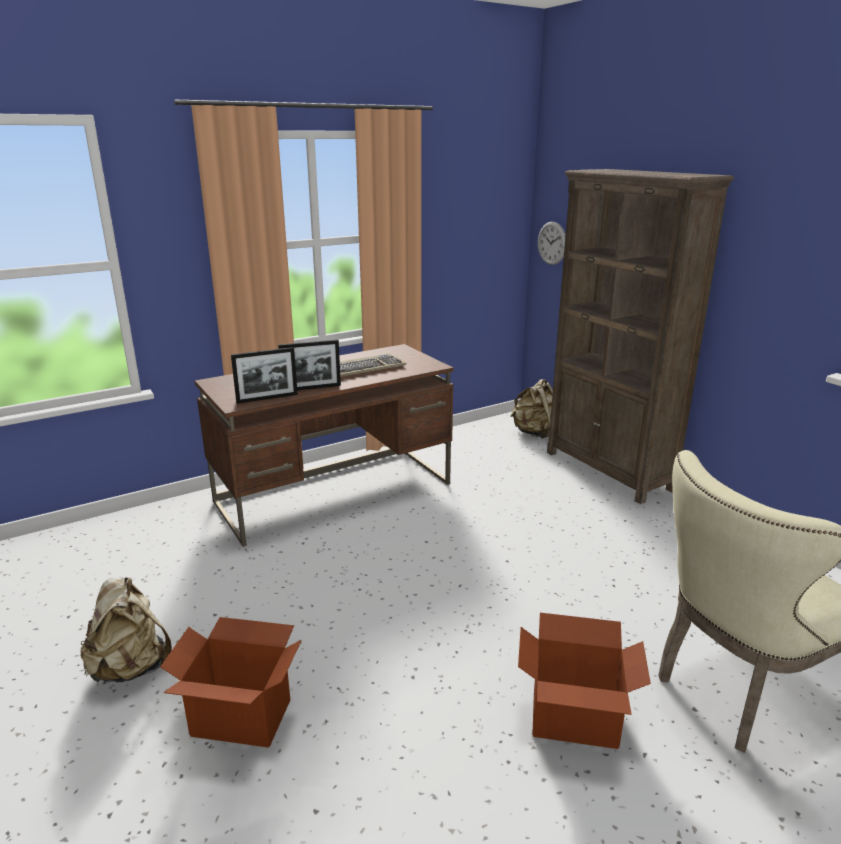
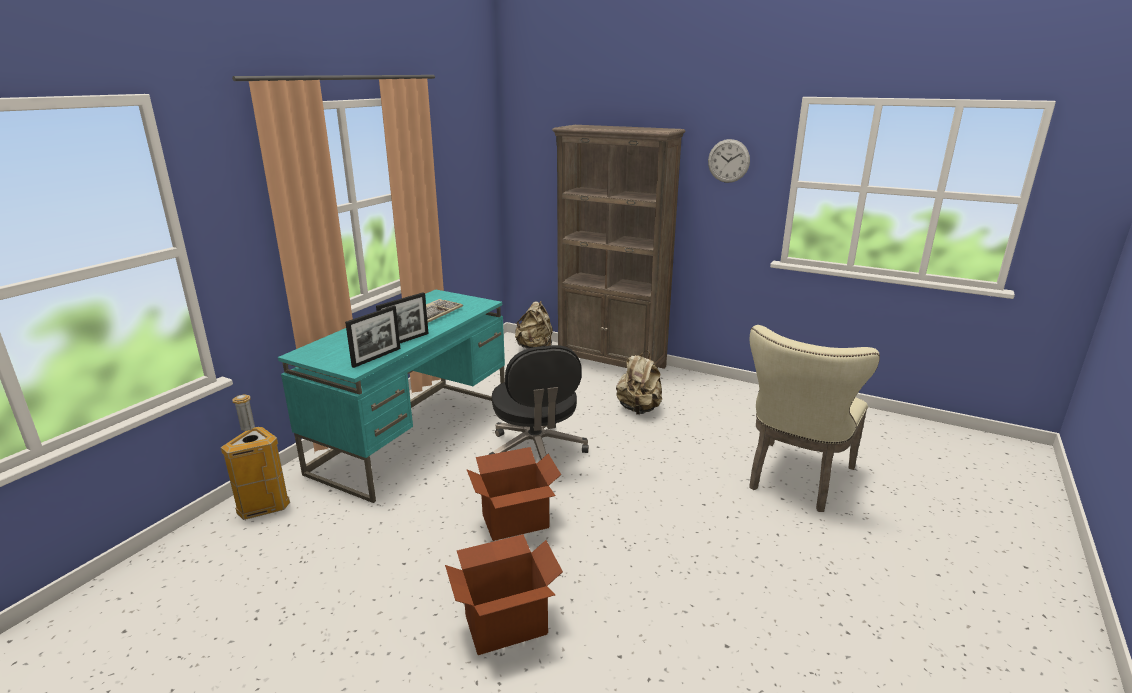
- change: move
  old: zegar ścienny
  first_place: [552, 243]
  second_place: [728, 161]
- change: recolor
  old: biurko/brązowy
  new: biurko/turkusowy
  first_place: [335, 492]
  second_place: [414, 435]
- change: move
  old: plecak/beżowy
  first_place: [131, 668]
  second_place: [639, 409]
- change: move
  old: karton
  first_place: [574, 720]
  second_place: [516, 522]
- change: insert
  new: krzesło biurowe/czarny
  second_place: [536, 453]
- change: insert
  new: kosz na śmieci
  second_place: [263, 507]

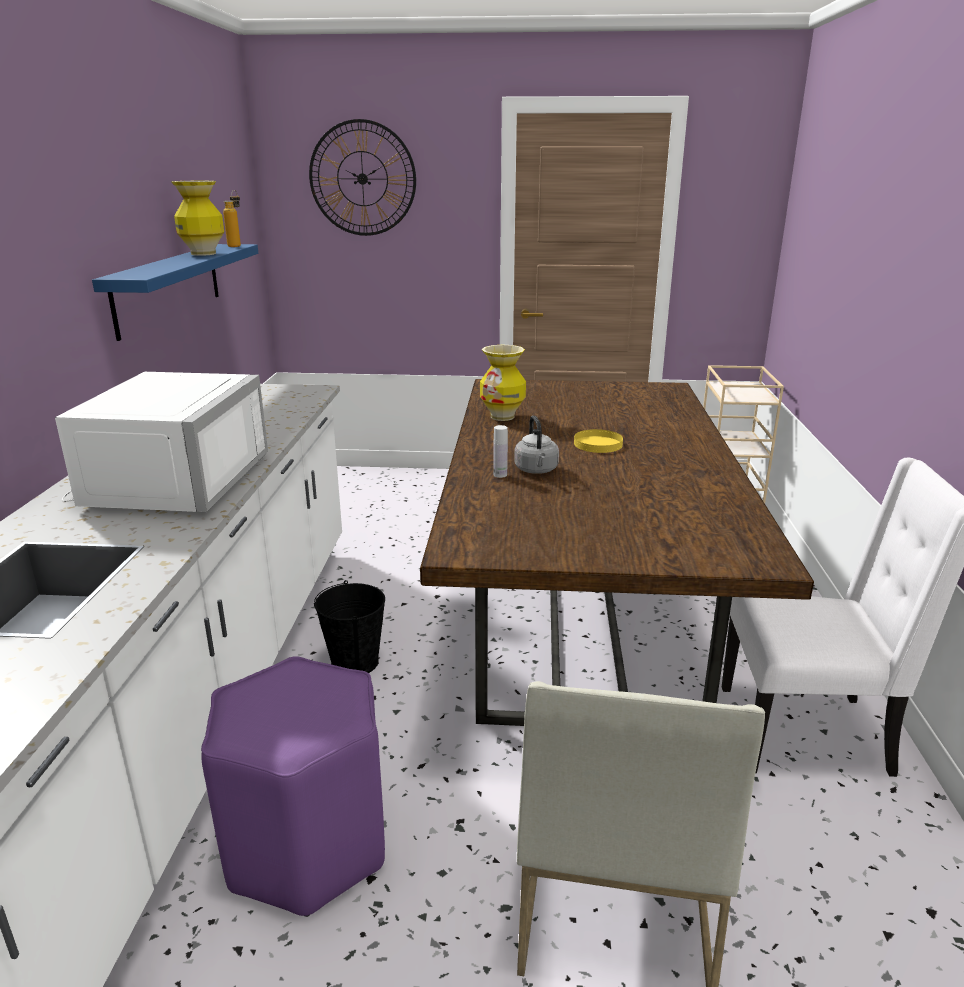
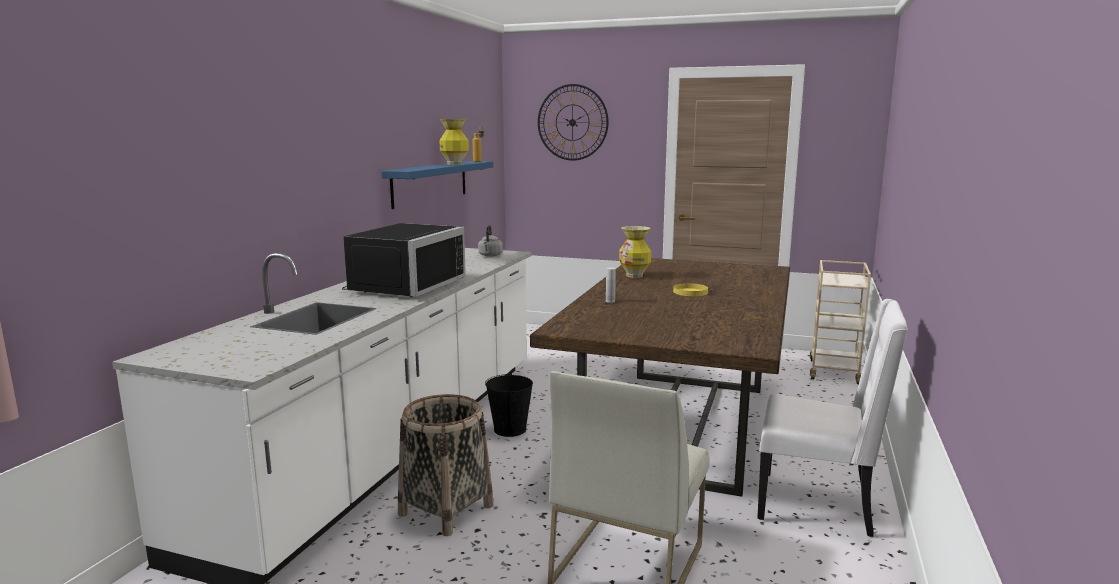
- change: recolor
  old: mikrofalówka/biały
  new: mikrofalówka/czarny
  first_place: [167, 481]
  second_place: [402, 285]
- change: move
  old: czajnik/szary
  first_place: [536, 470]
  second_place: [490, 255]
- change: replace
  old: stołek/fioletowy
  new: koszyk
  first_place: [309, 844]
  second_place: [446, 509]

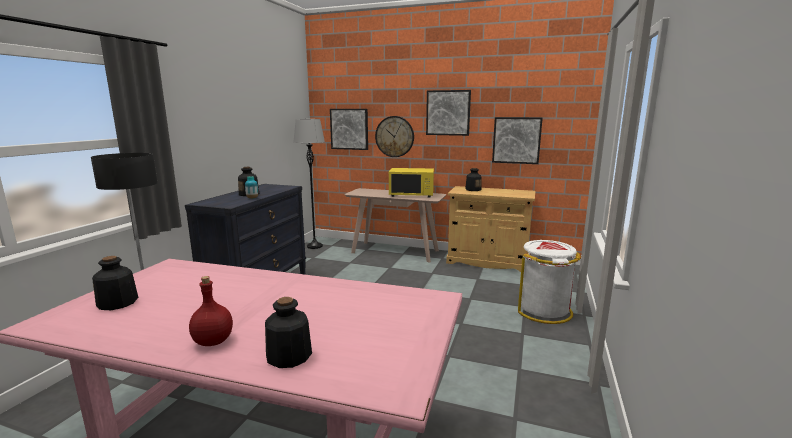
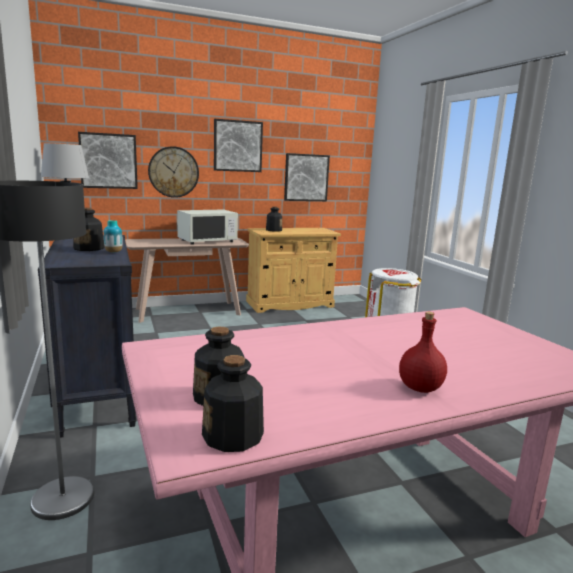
- change: recolor
  old: mikrofalówka/żółty
  new: mikrofalówka/biały
  first_place: [411, 194]
  second_place: [207, 241]
- change: move
  old: butelka
  first_place: [289, 356]
  second_place: [233, 436]

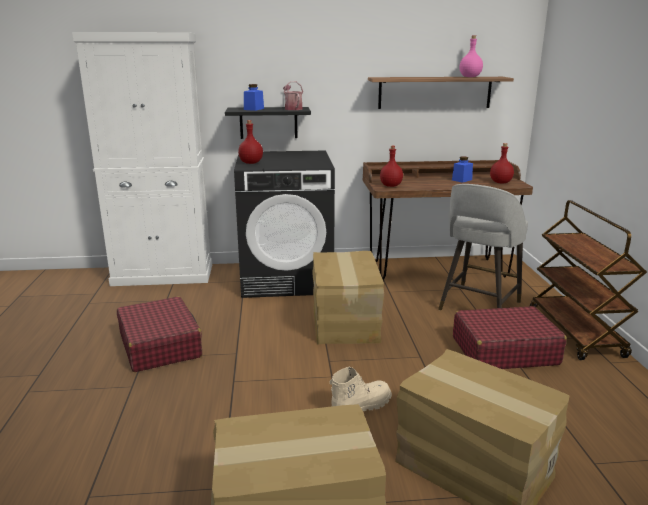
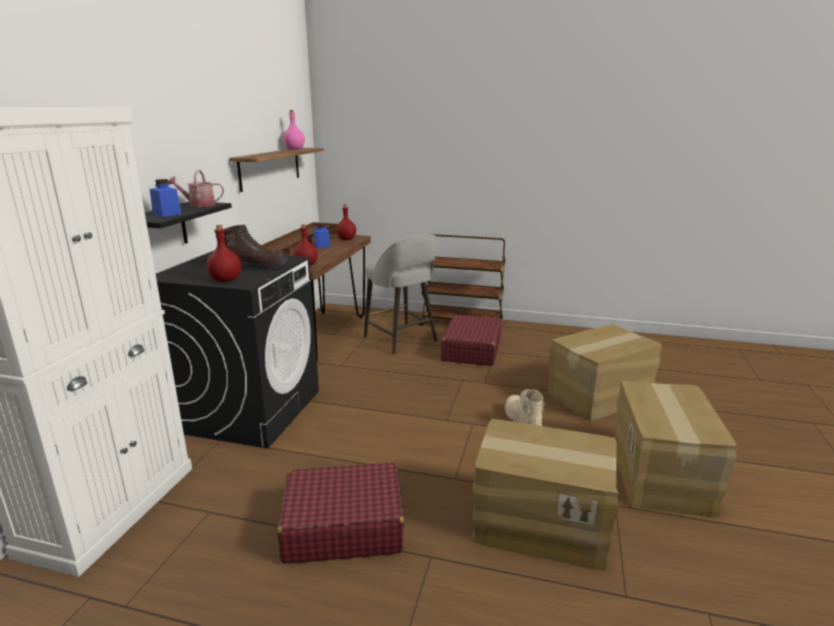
- change: move
  old: karton
  first_place: [346, 322]
  second_place: [541, 523]
- change: insert
  new: but z cholewką/brązowy
  second_place: [256, 267]

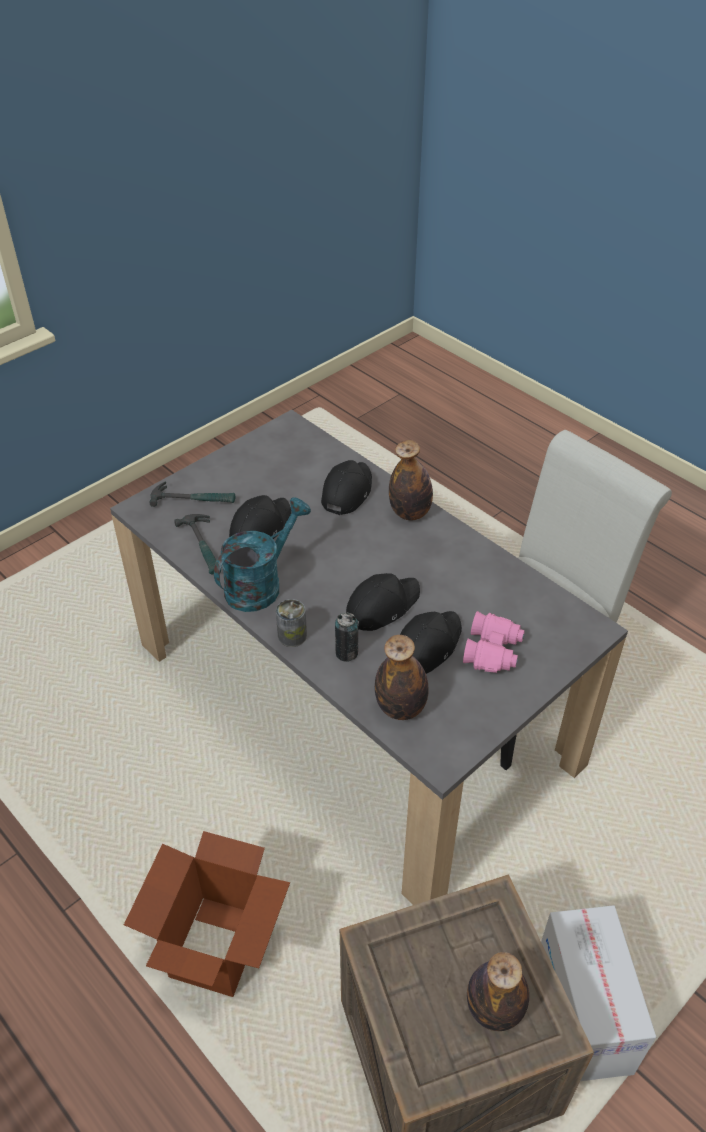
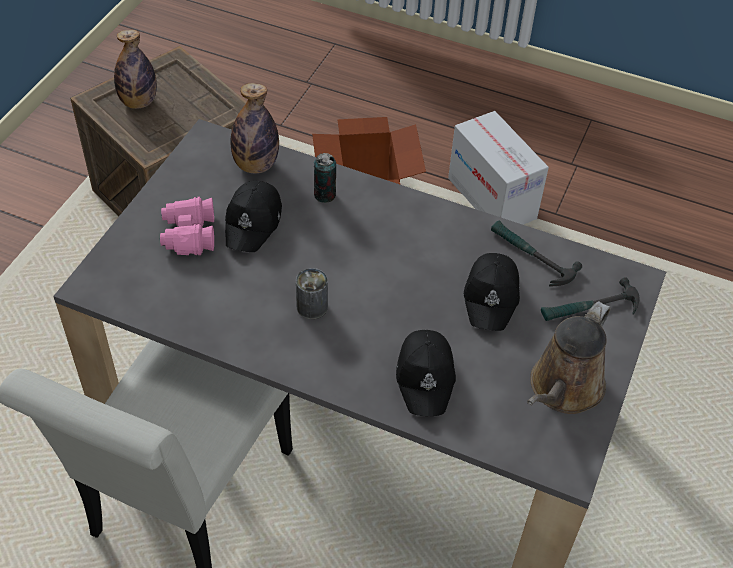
- change: delete
  old: butelka
  first_place: [410, 513]
- change: delete
  old: konewka/turkusowy
  first_place: [260, 584]
- change: delete
  old: czapka z daszkiem/czarny
  first_place: [381, 606]
- change: move
  old: puszka
  first_place: [292, 636]
  second_place: [312, 307]
- change: move
  old: karton
  first_place: [582, 1012]
  second_place: [492, 198]
- change: insert
  new: konewka/brązowy
  second_place: [563, 389]

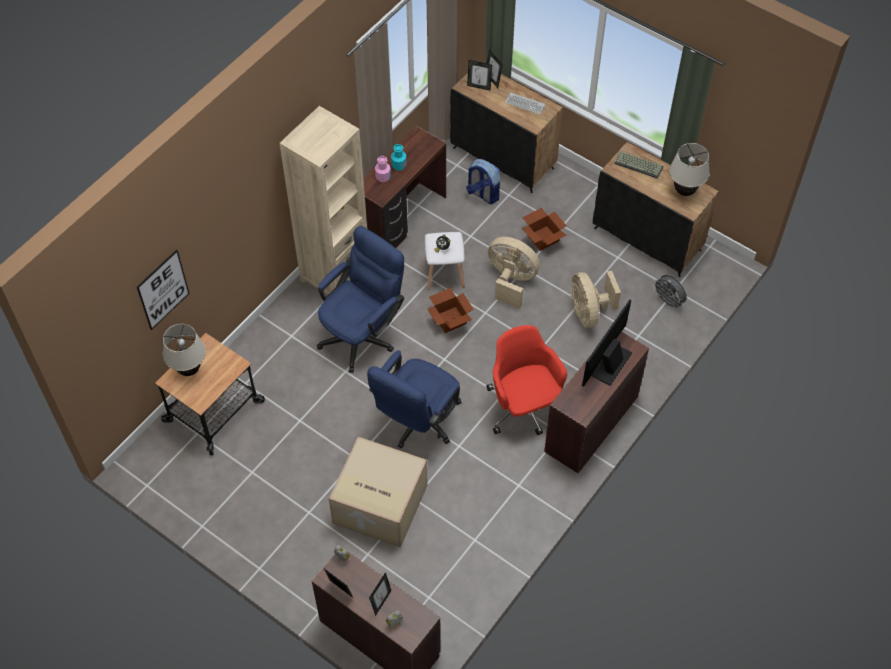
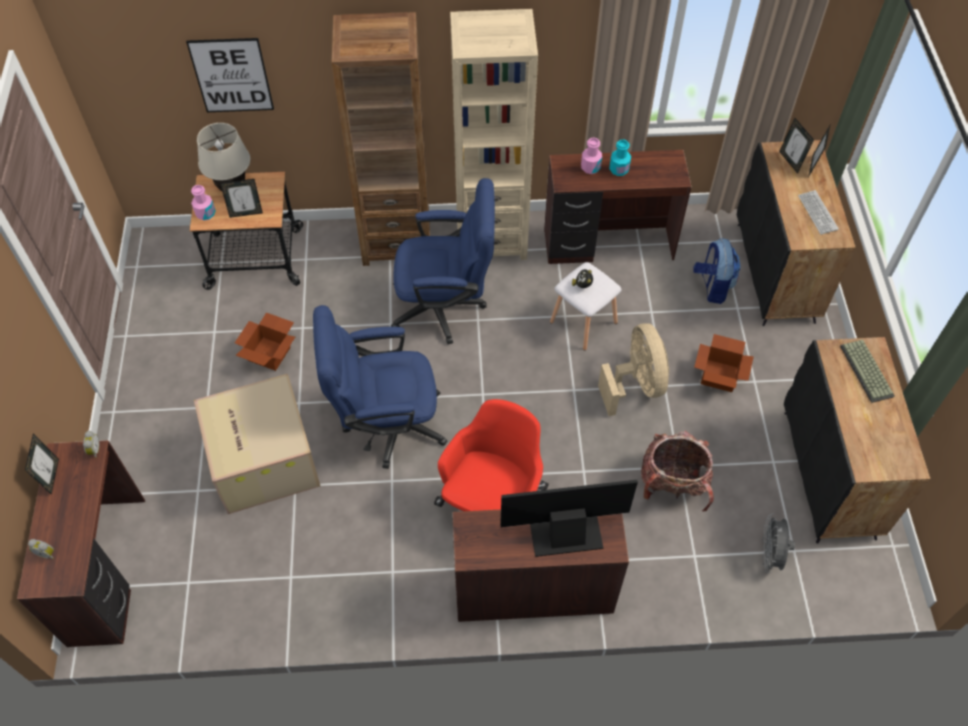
- change: delete
  old: lampa stołowa/beżowy
  first_place: [684, 191]
- change: replace
  old: wentylator/beżowy
  new: plecak
  first_place: [589, 312]
  second_place: [673, 484]
- change: move
  old: karton
  first_place: [450, 319]
  second_place: [270, 353]
- change: move
  old: ramka na zdjęcie
  first_place: [381, 602]
  second_place: [246, 213]
- change: insert
  new: regał/brązowy
  second_place: [396, 242]
- change: insert
  new: butelka/różowy
  second_place: [205, 214]

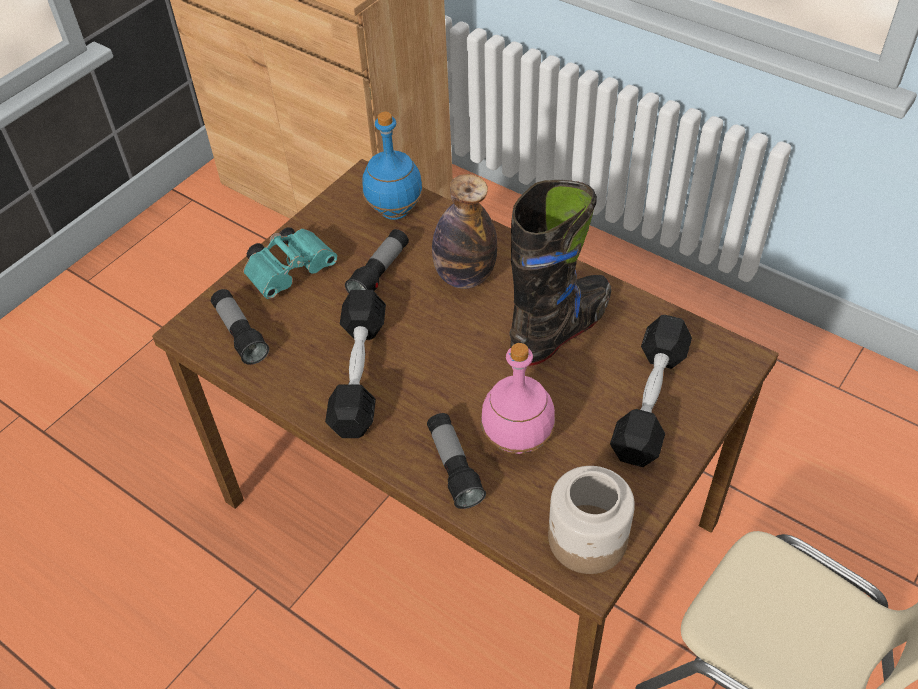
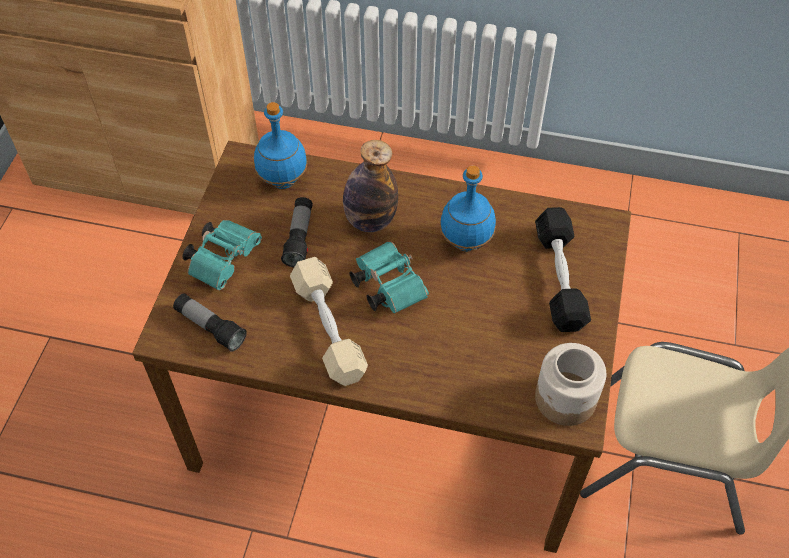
- change: replace
  old: but z cholewką/czarny
  new: butelka/niebieski
  first_place: [560, 329]
  second_place: [466, 242]
- change: recolor
  old: hantel/czarny
  new: hantel/beżowy
  first_place: [359, 374]
  second_place: [328, 329]
- change: delete
  old: butelka/różowy
  first_place: [517, 440]
- change: delete
  old: latarka
  first_place: [454, 467]
- change: insert
  new: lornetka/turkusowy
  second_place: [386, 285]

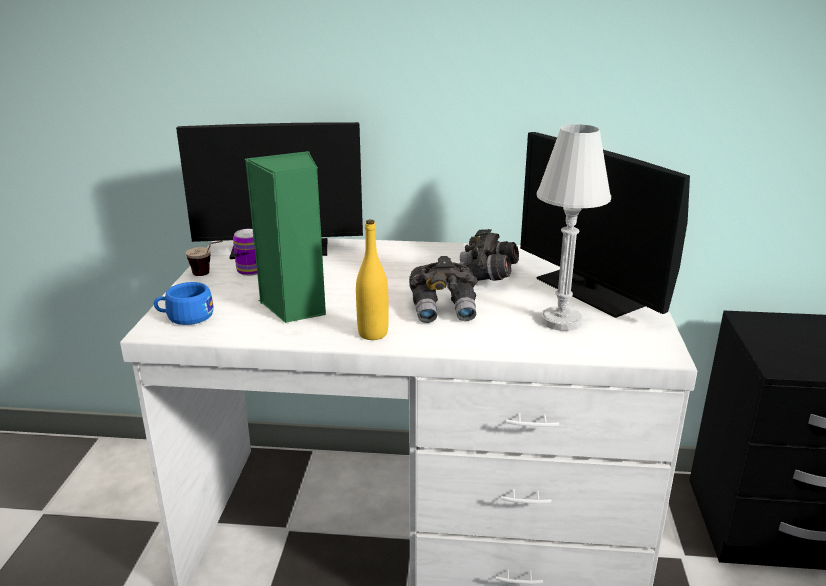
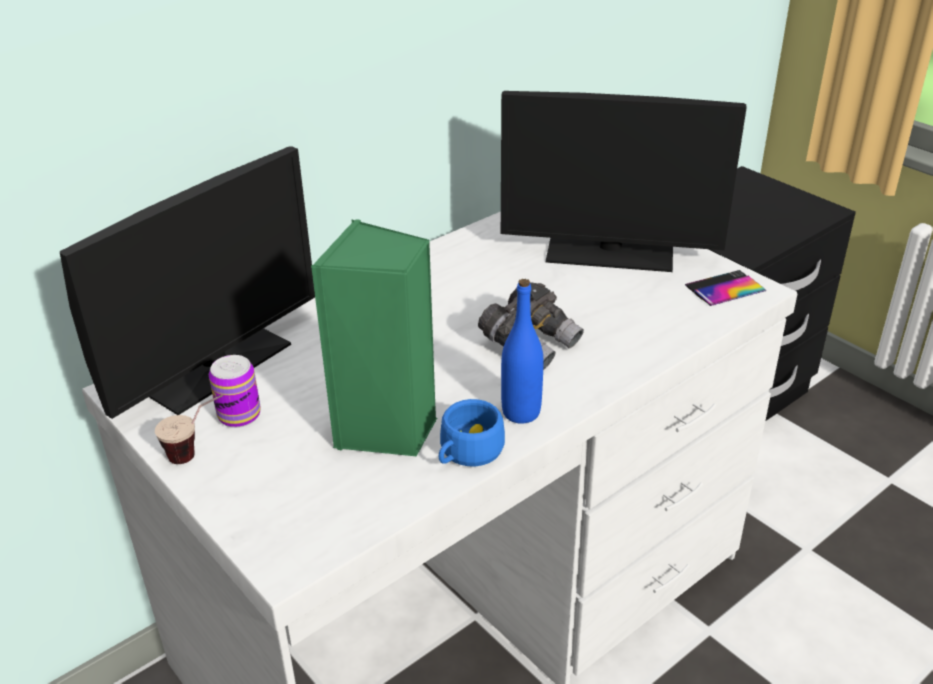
- change: delete
  old: lampa stołowa/biały
  first_place: [561, 321]
- change: recolor
  old: butelka/żółty
  new: butelka/niebieski
  first_place: [373, 333]
  second_place: [521, 412]
- change: delete
  old: lornetka/szary
  first_place: [484, 278]
- change: move
  old: filiżanka/niebieski
  first_place: [185, 317]
  second_place: [467, 453]
- change: insert
  new: telefon
  second_place: [725, 288]

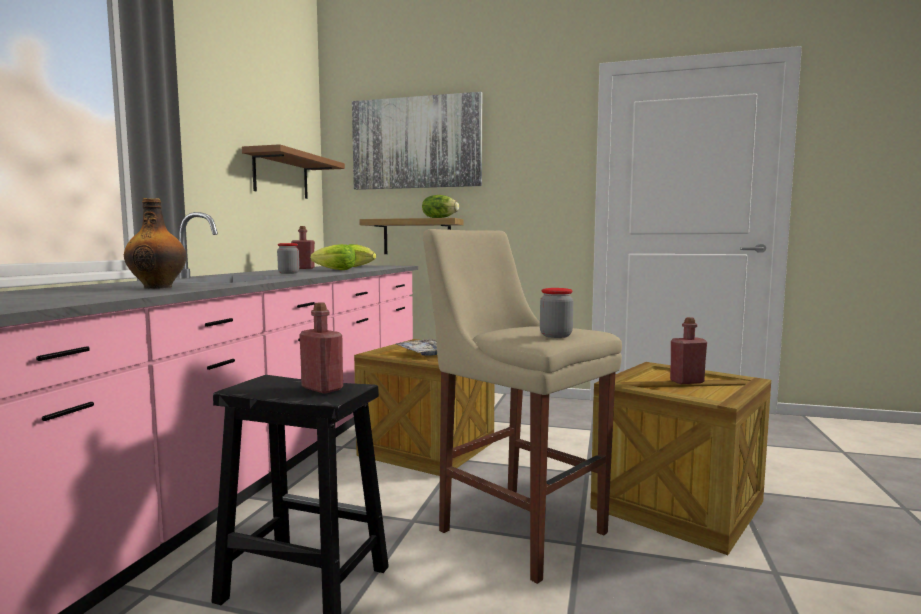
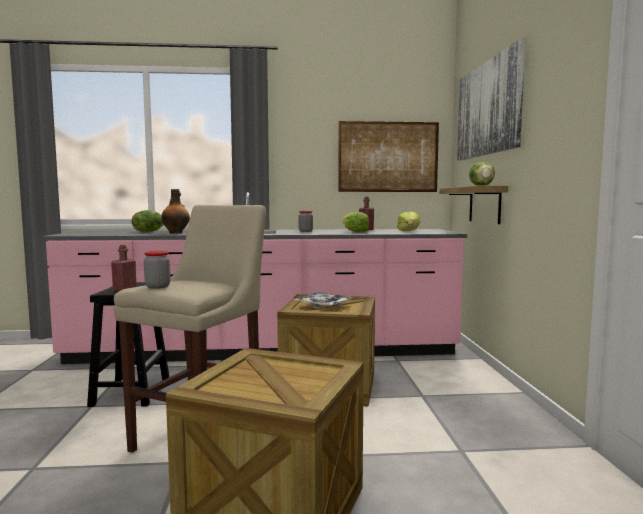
- change: replace
  old: półka/brązowy
  new: obraz
  first_place: [281, 175]
  second_place: [388, 157]
- change: delete
  old: butelka/czerwony
  first_place: [686, 381]
- change: insert
  new: sałata
  second_place: [148, 231]

